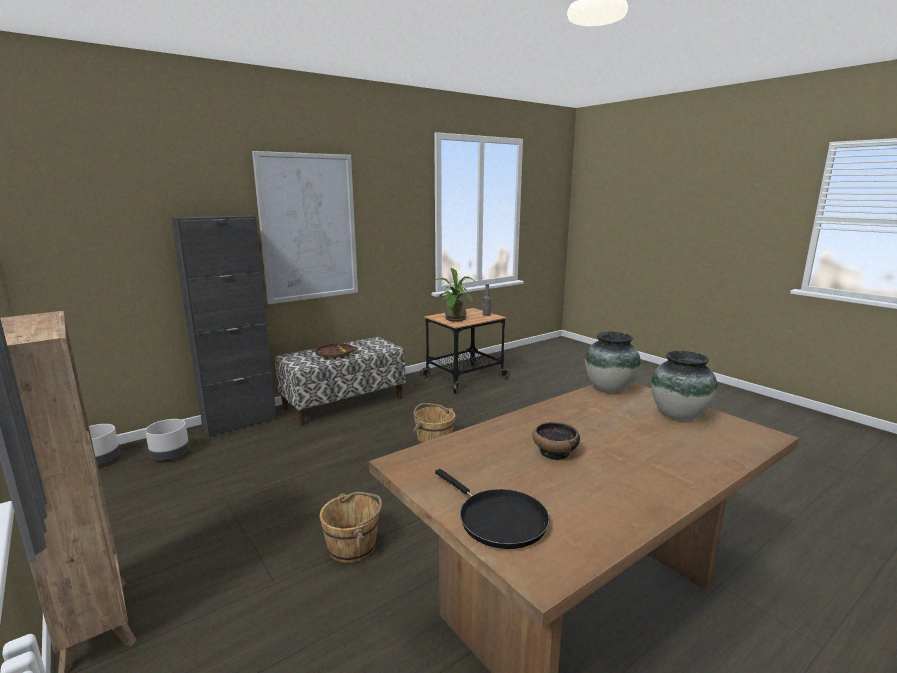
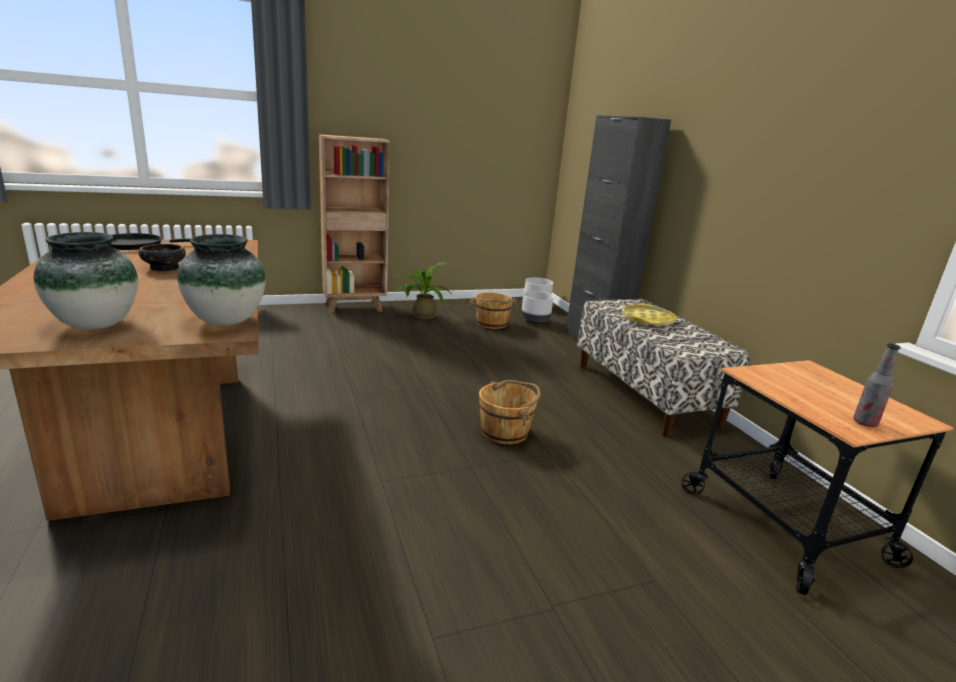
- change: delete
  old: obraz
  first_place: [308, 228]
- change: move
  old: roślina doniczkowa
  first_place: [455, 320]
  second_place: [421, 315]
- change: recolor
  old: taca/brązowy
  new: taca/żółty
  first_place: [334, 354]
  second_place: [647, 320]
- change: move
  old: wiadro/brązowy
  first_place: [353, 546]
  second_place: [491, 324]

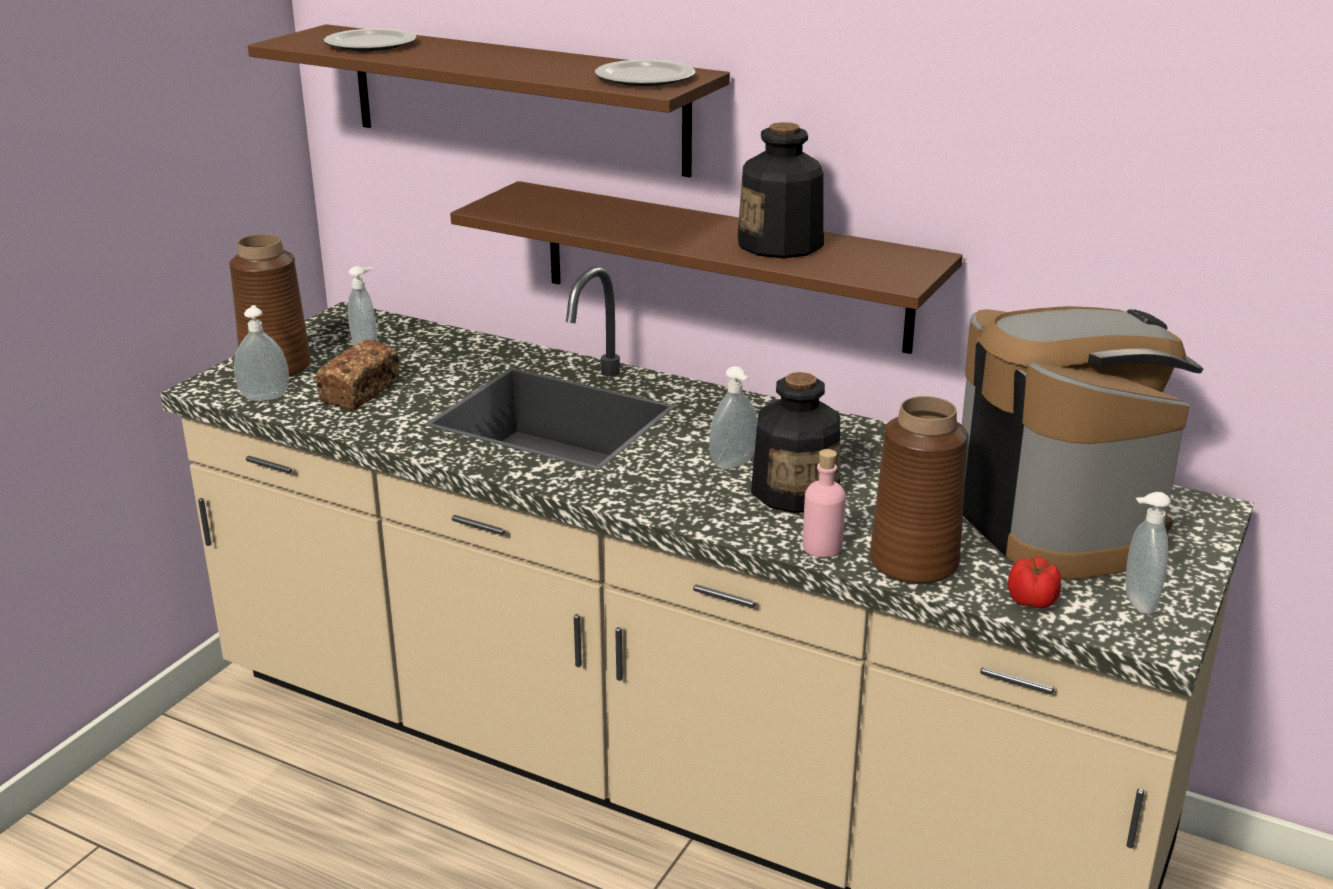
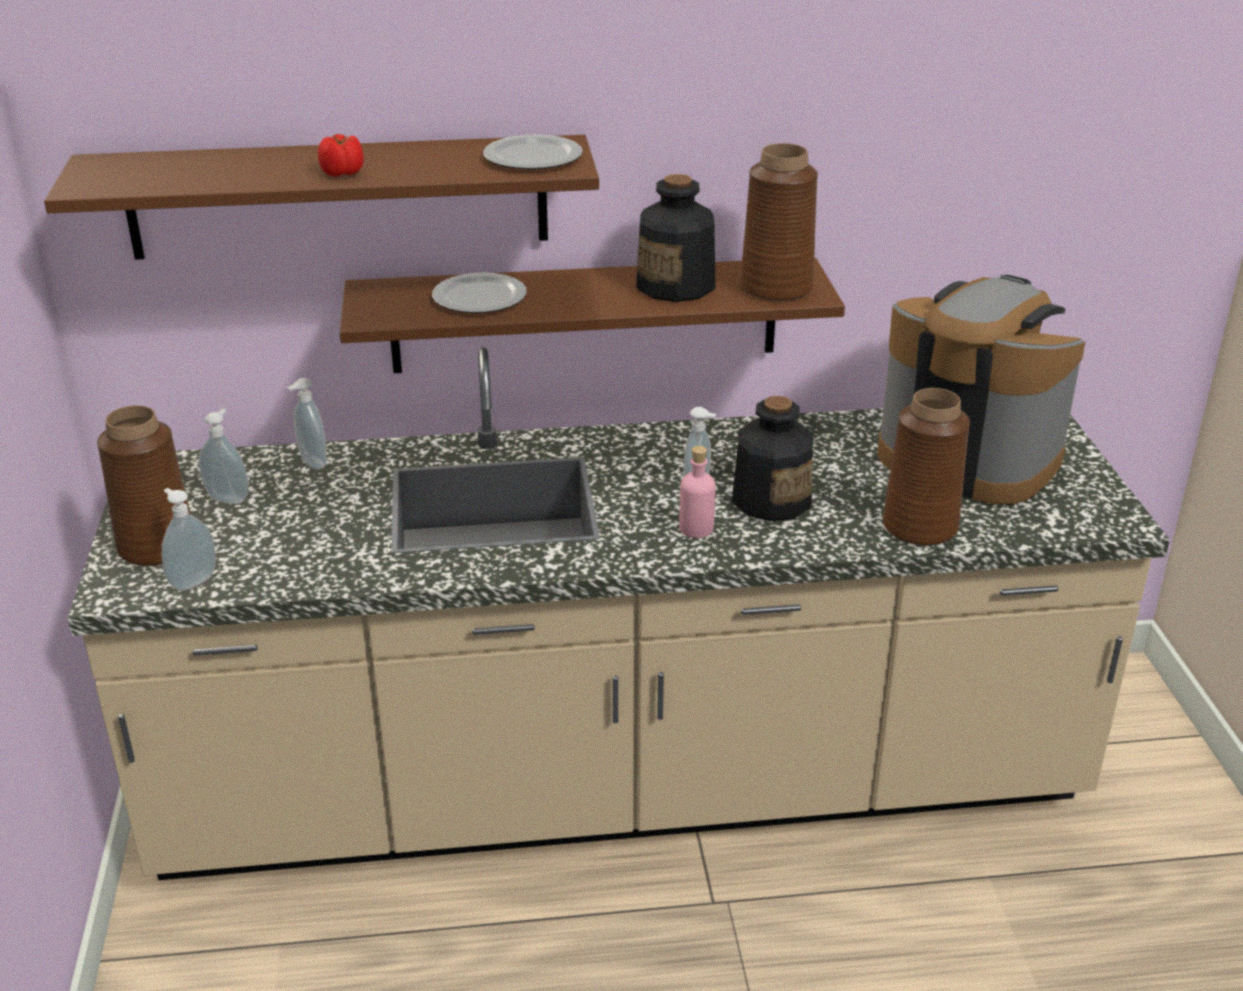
- change: move
  old: talerz
  first_place: [369, 44]
  second_place: [479, 298]
- change: delete
  old: chleb
  first_place: [360, 392]
- change: move
  old: butelka/różowy
  first_place: [822, 547]
  second_place: [696, 528]
- change: move
  old: dozownik mydła
  first_place: [1136, 602]
  second_place: [311, 463]
- change: move
  old: pomidor
  first_place: [1033, 602]
  second_place: [343, 173]
- change: insert
  new: wazon/brązowy
  second_place: [776, 288]

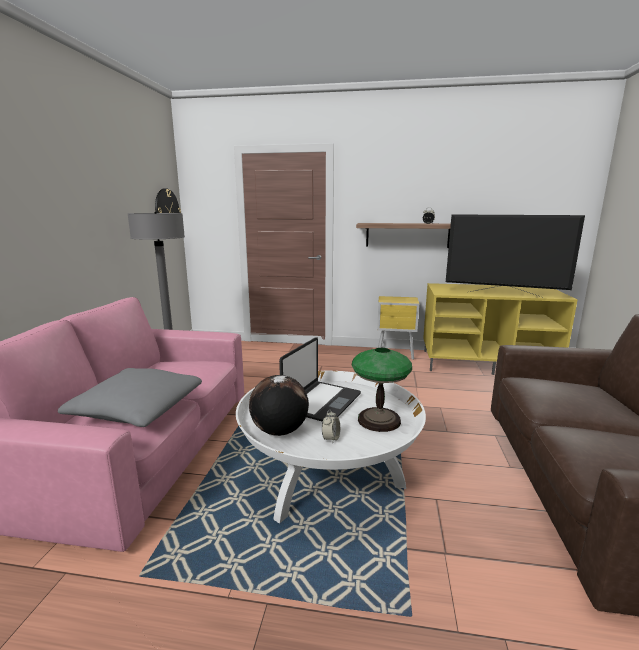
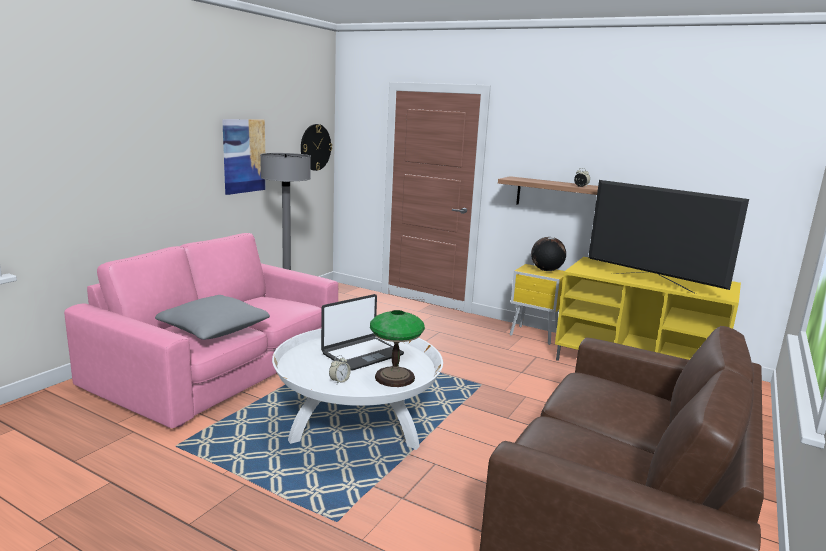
- change: move
  old: globus
  first_place: [279, 431]
  second_place: [546, 270]
- change: insert
  new: obraz
  second_place: [244, 156]

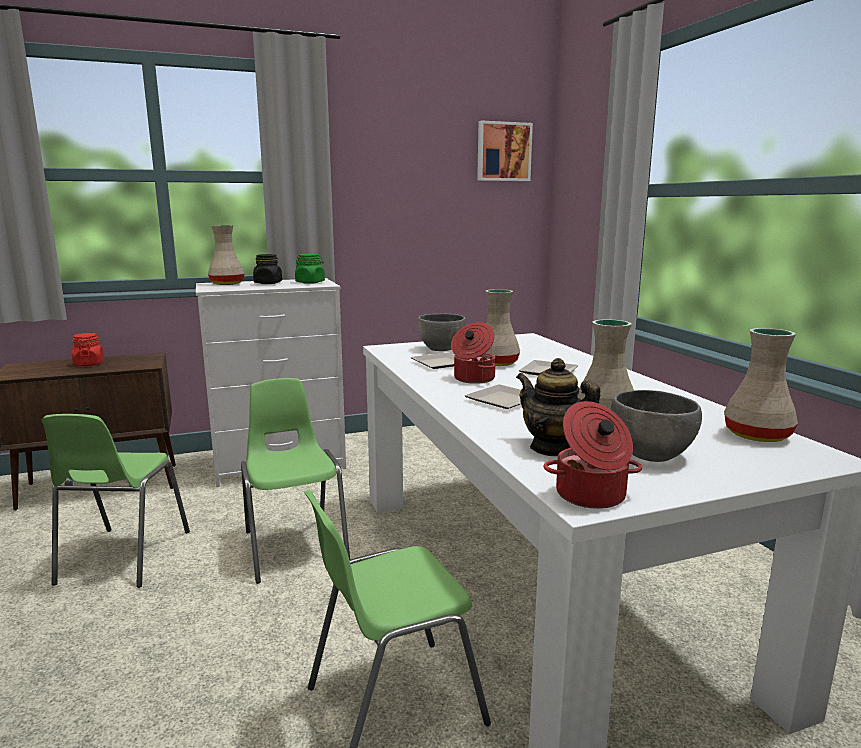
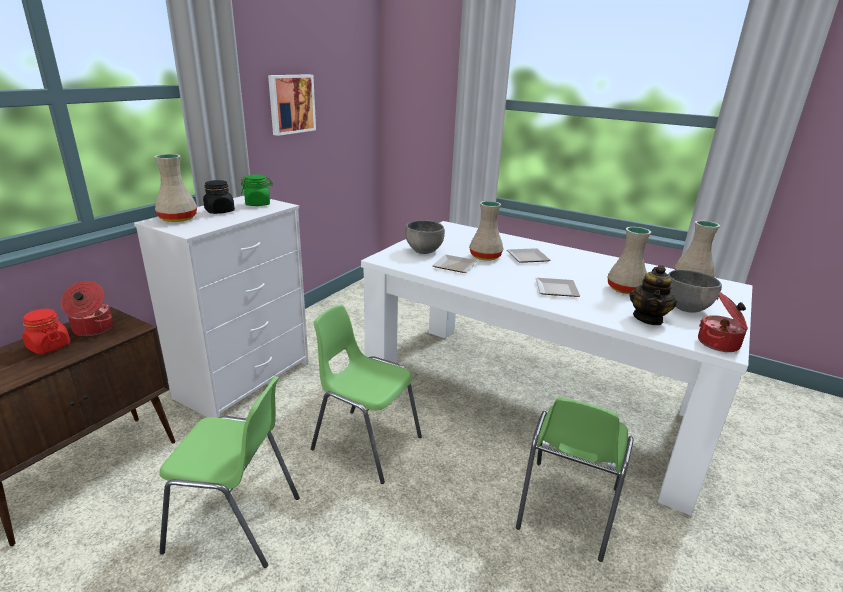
- change: move
  old: obraz
  first_place: [503, 152]
  second_place: [291, 104]
- change: move
  old: garnek
  first_place: [473, 379]
  second_place: [92, 329]
- change: rotate
  old: imbryk
  first_place: [553, 448]
  second_place: [648, 318]
  degrees: -75
- change: rotate
  old: krzesło/zielony
  first_place: [123, 557]
  second_place: [235, 524]
  degrees: -45

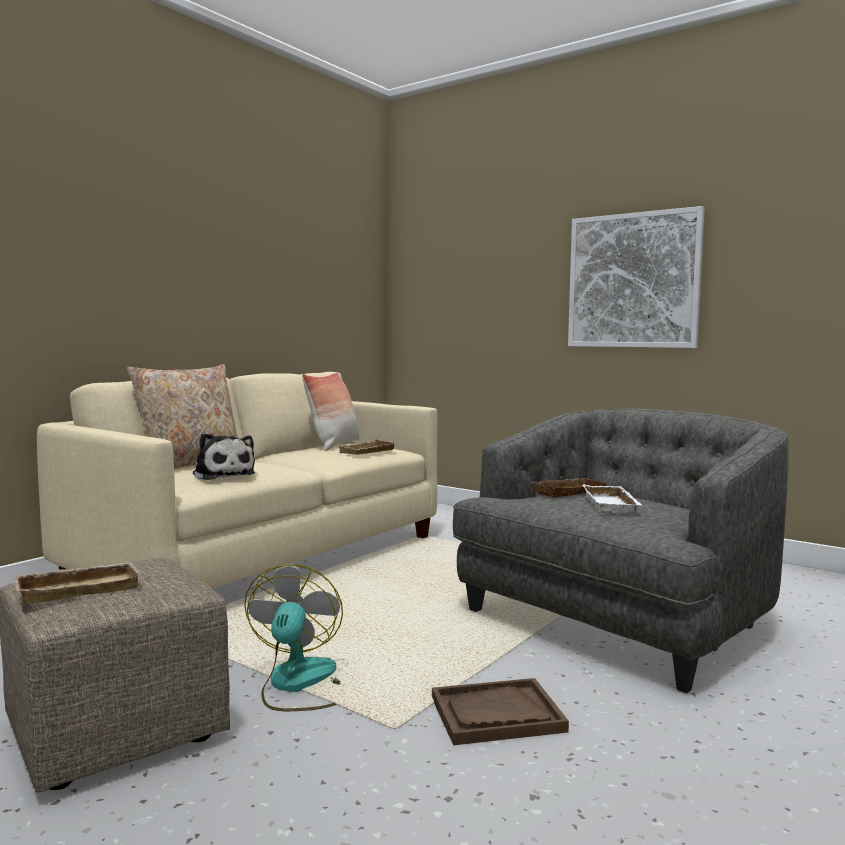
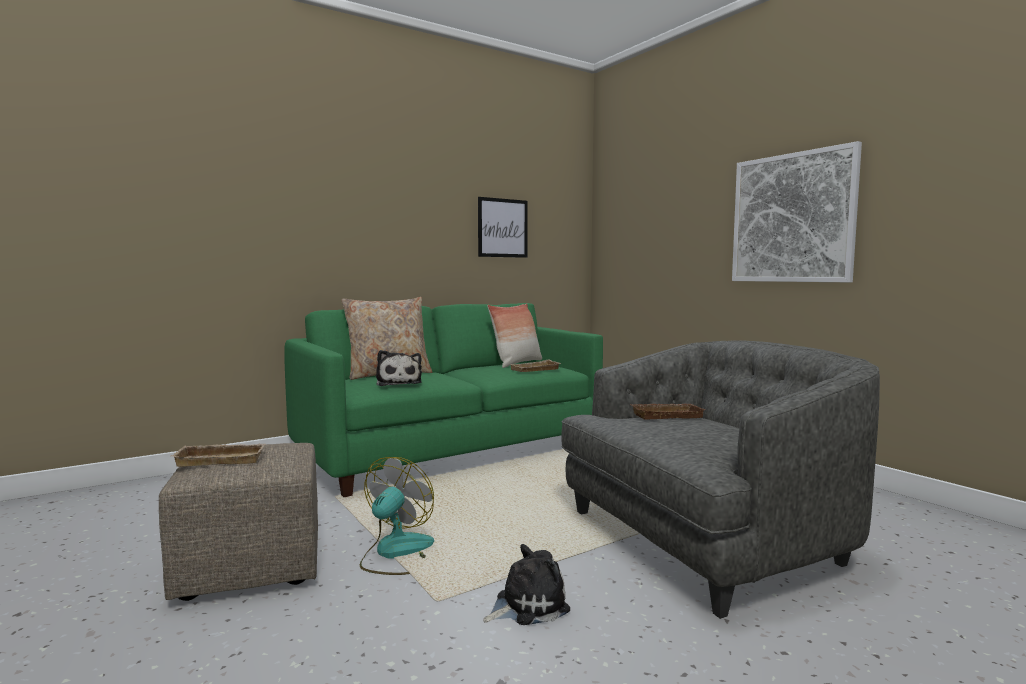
- change: recolor
  old: kanapa/beżowy
  new: kanapa/zielony
  first_place: [265, 559]
  second_place: [451, 451]
- change: delete
  old: taca/biały
  first_place: [613, 505]
- change: replace
  old: taca/brązowy
  new: pluszak
  first_place: [496, 714]
  second_place: [527, 605]
- change: insert
  new: obraz
  second_place: [502, 228]

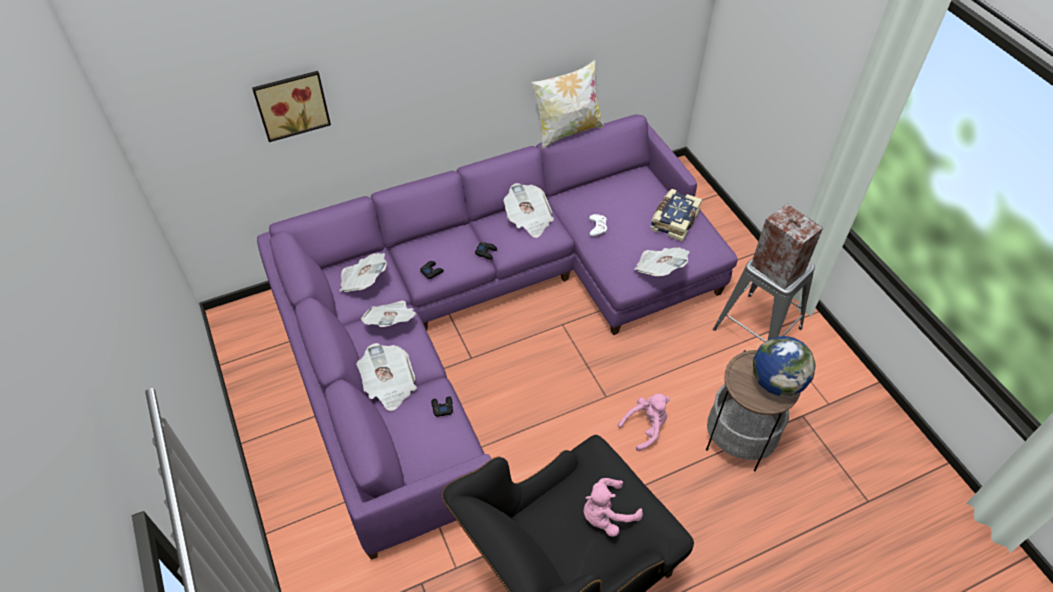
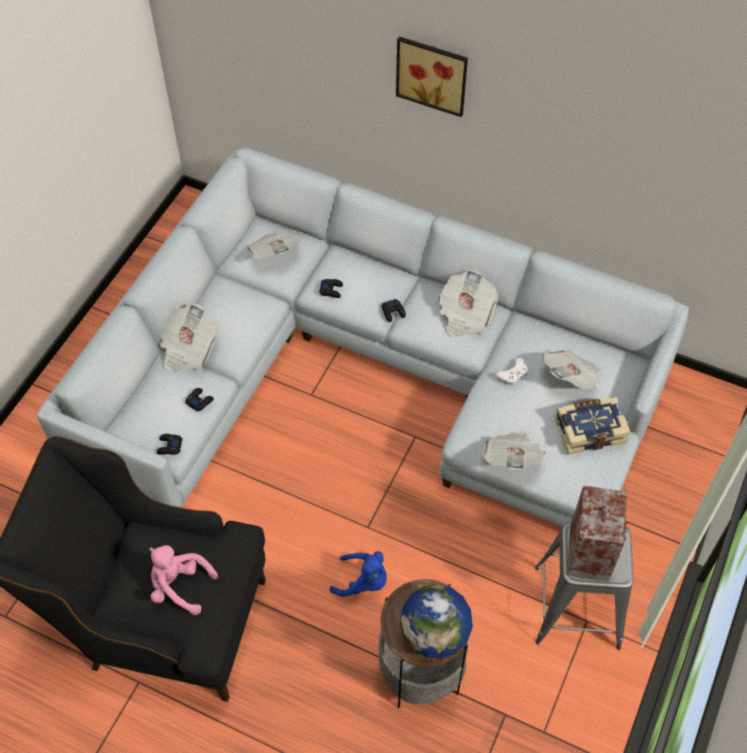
- change: delete
  old: poduszka
  first_place: [567, 131]
- change: move
  old: obraz
  first_place: [291, 104]
  second_place: [433, 74]
- change: recolor
  old: kanapa/fioletowy
  new: kanapa/szary
  first_place: [487, 313]
  second_place: [369, 371]
- change: move
  old: gazeta
  first_place: [391, 322]
  second_place: [571, 377]
- change: recolor
  old: pluszak/różowy
  new: pluszak/niebieski
  first_place: [645, 427]
  second_place: [363, 582]
- change: insert
  new: pad do gier/czarny
  second_place: [169, 446]

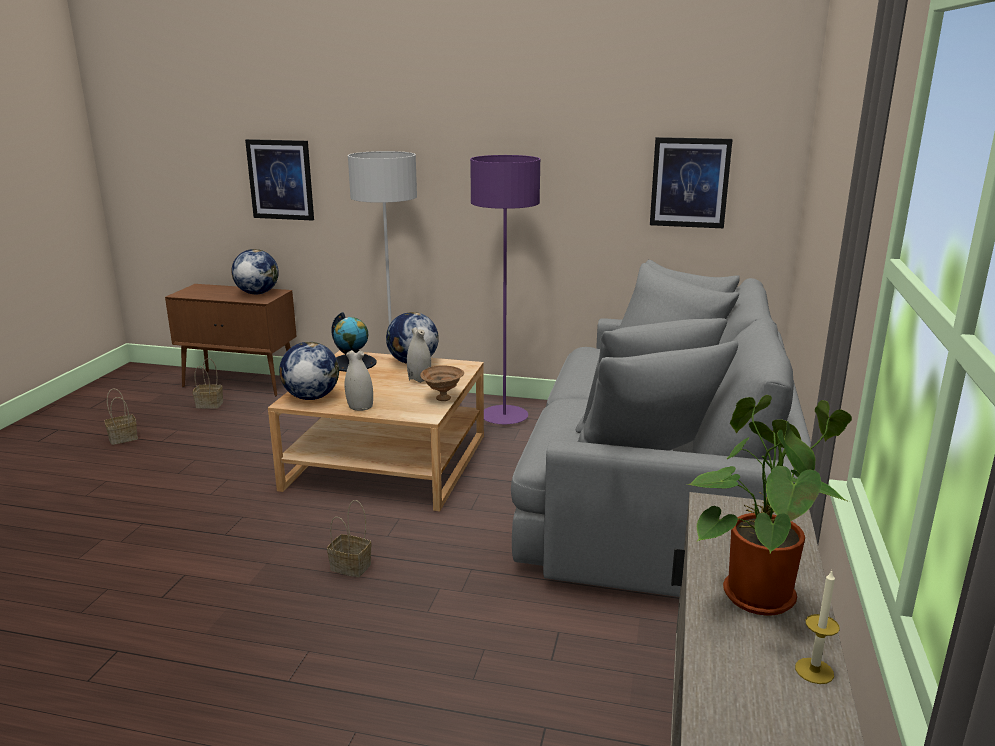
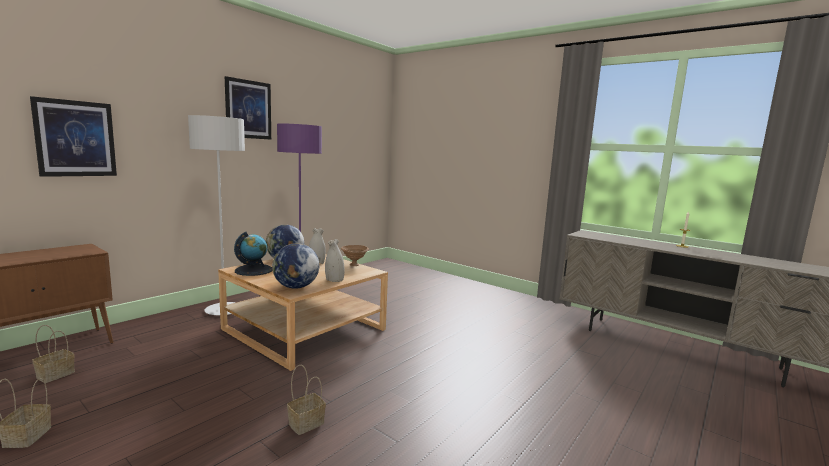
- change: move
  old: obraz
  first_place: [689, 182]
  second_place: [248, 109]
- change: delete
  old: globus
  first_place: [257, 293]
- change: delete
  old: kanapa/szary
  first_place: [659, 495]
- change: delete
  old: roślina doniczkowa
  first_place: [755, 591]
- change: move
  old: koszyk
  first_place: [352, 566]
  second_place: [307, 423]

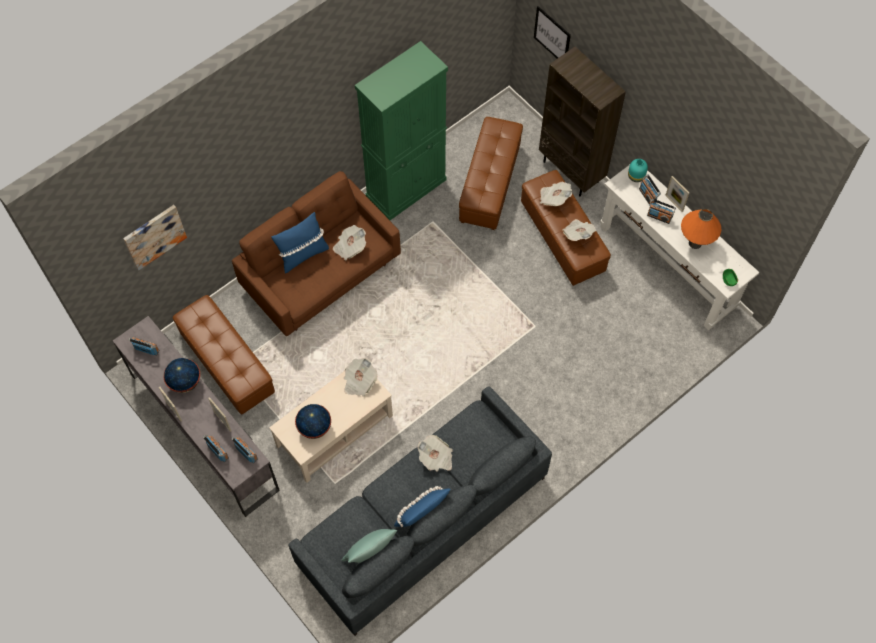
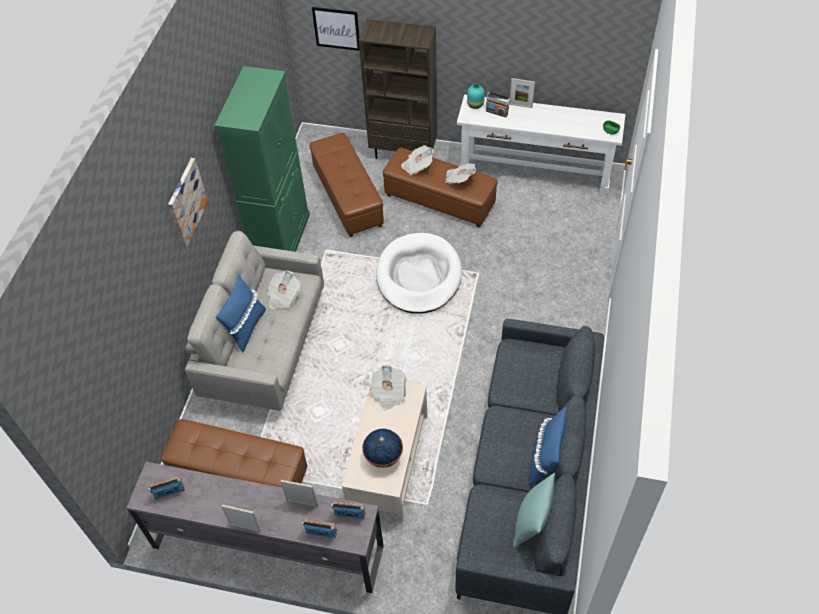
- change: recolor
  old: kanapa/brązowy
  new: kanapa/szary
  first_place: [321, 274]
  second_place: [265, 346]
- change: delete
  old: radio
  first_place: [659, 217]
- change: move
  old: obraz
  first_place: [154, 236]
  second_place: [186, 202]
- change: delete
  old: lampa stołowa/pomarańczowy
  first_place: [695, 243]
- change: delete
  old: globus
  first_place: [185, 382]
- change: delete
  old: gazeta
  first_place: [436, 458]
- change: insert
  new: legowisko/biały
  second_place: [419, 276]

